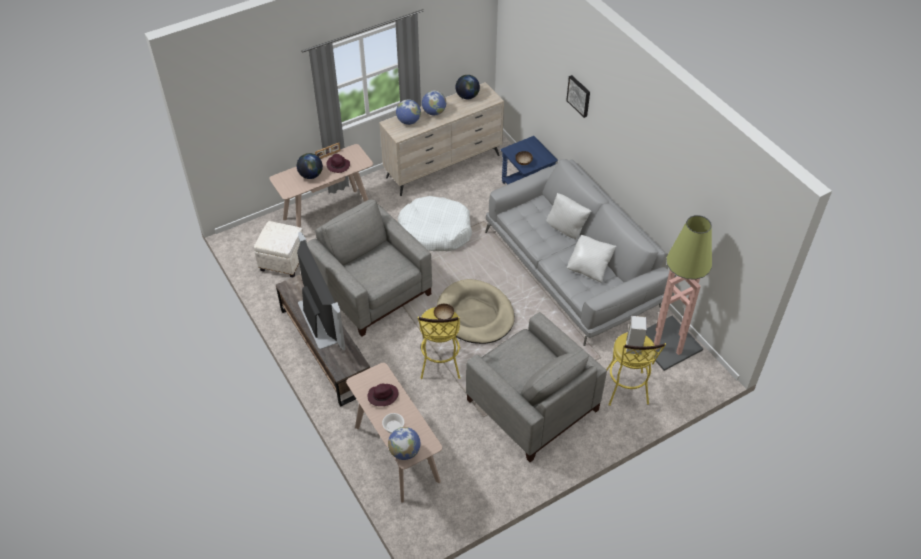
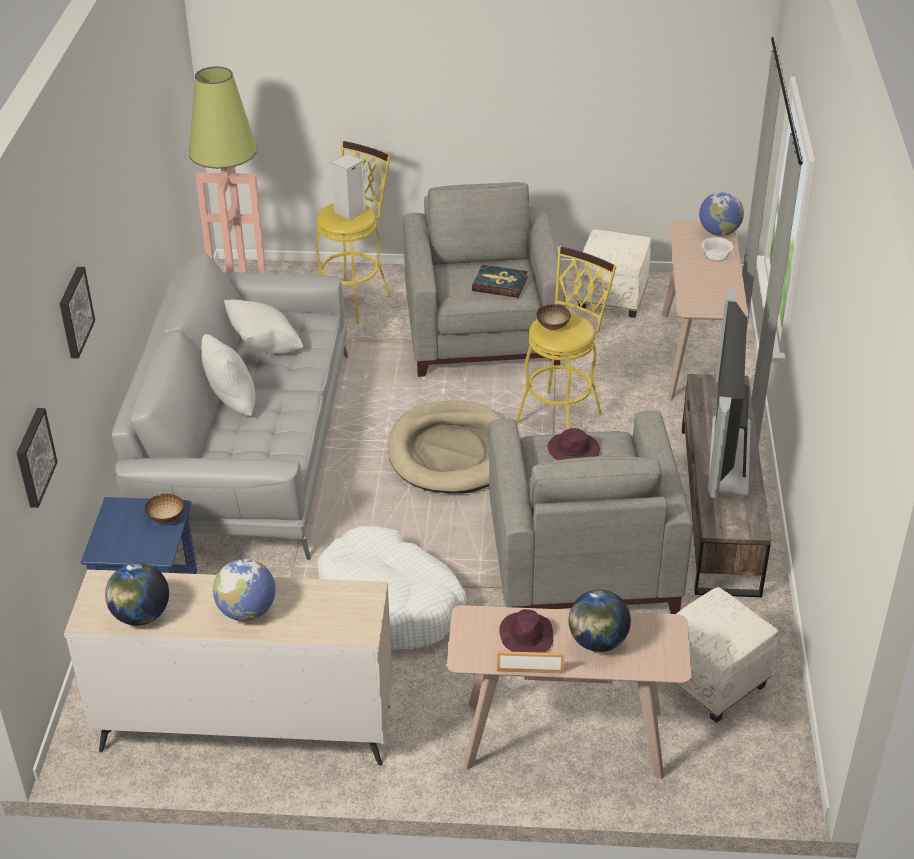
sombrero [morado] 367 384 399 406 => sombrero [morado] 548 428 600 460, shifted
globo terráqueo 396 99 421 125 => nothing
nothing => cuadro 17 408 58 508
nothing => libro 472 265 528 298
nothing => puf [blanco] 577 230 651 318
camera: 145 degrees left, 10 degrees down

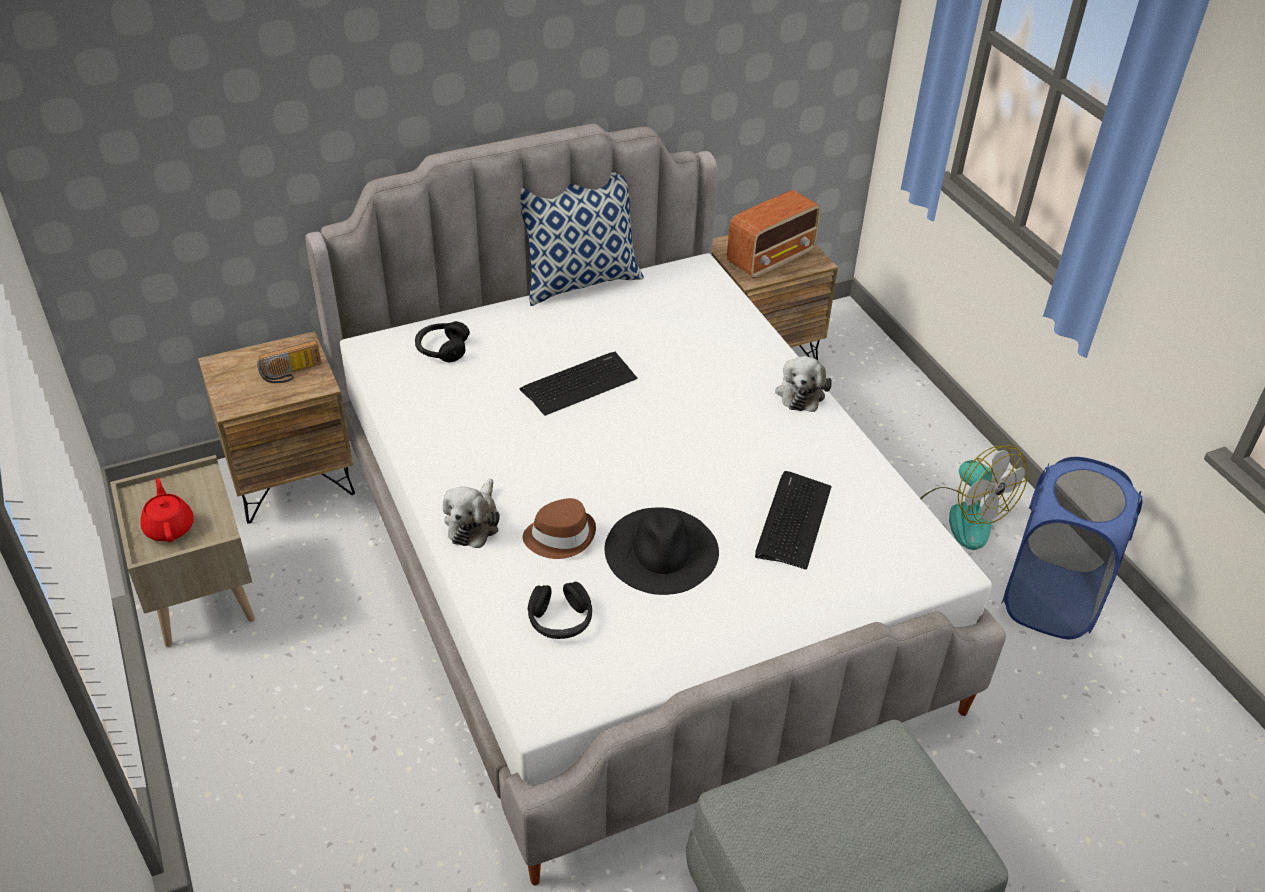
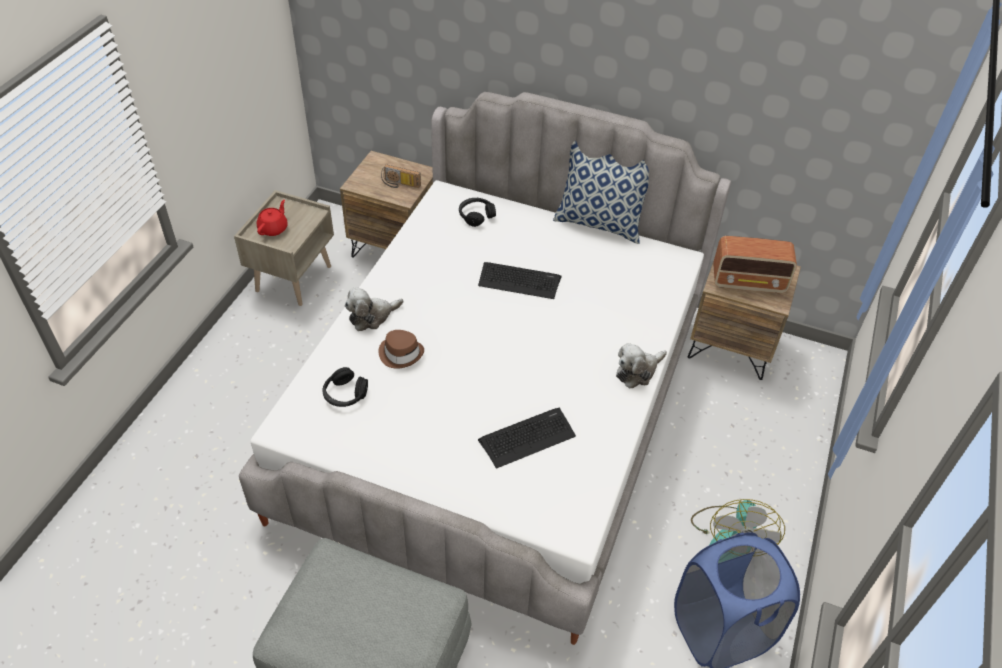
sombrero [negro] 605 507 719 595 => nothing
camera: 45 degrees right, 5 degrees up

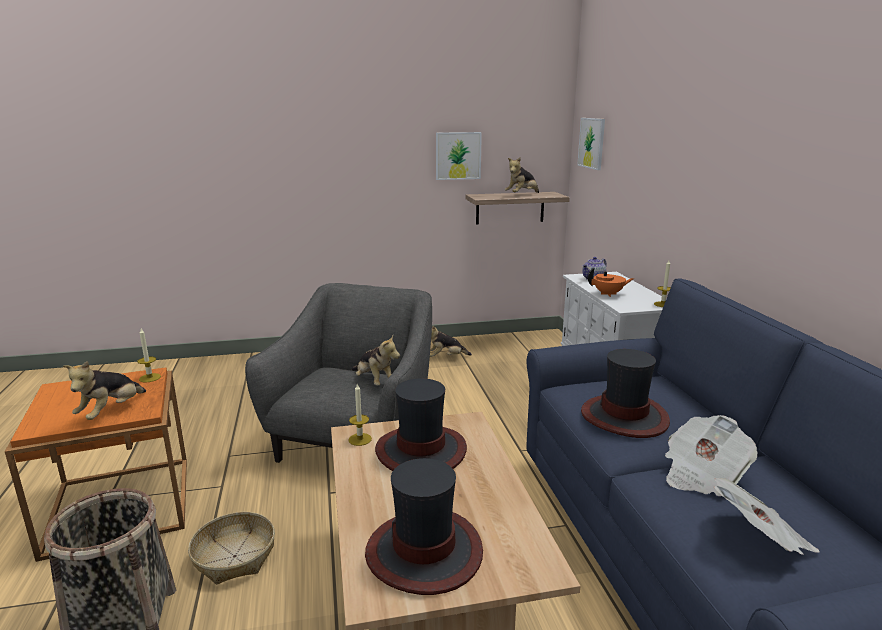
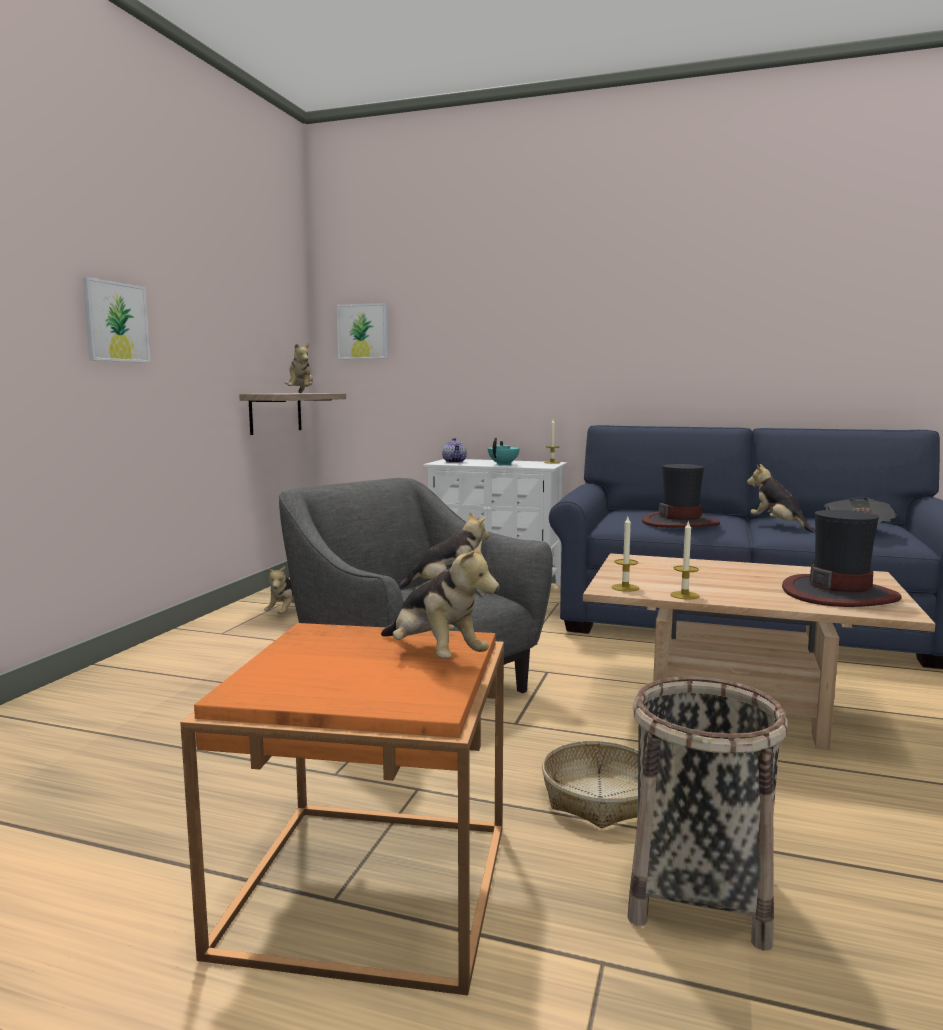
vela 137 328 161 382 => vela 670 520 700 600, shifted
sombrero 375 378 467 471 => nothing
cuadro 436 132 482 180 => cuadro 83 277 151 363, shifted
tetera [naranja] 588 268 634 297 => tetera [turquesa] 488 438 520 466
periódico 665 415 758 496 => peluche 747 464 815 533
camera: 60 degrees left, 10 degrees down

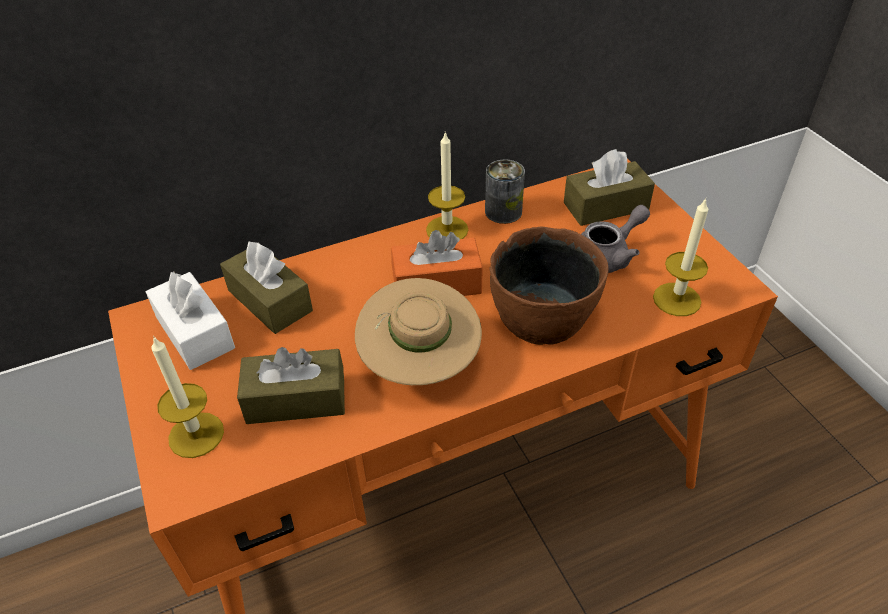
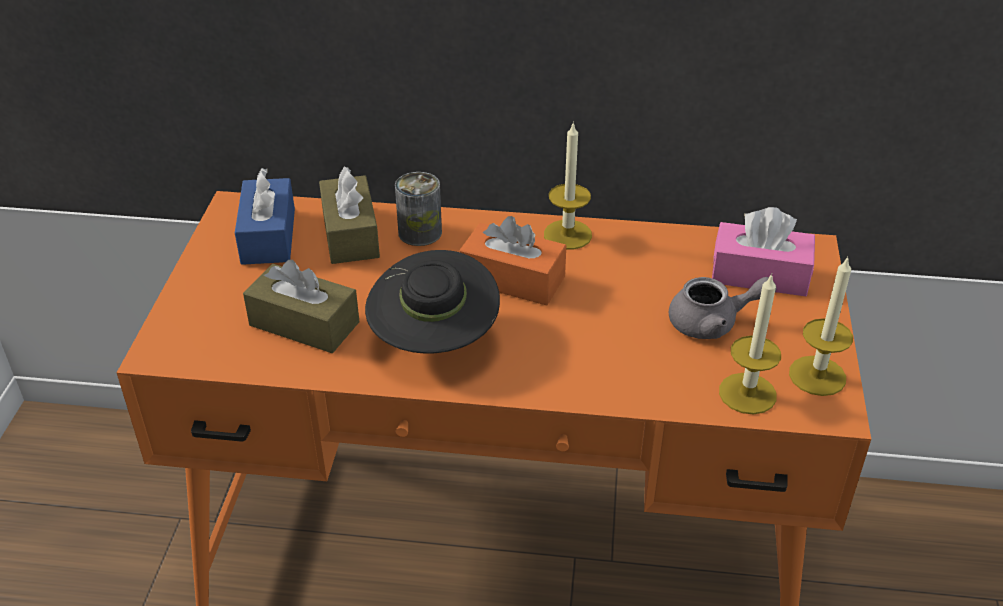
caja de pañuelos [blanco] 146 272 235 370 => caja de pañuelos [azul] 235 168 295 265
vela 151 336 224 458 => vela 789 256 853 396, shifted
sombrero [beis] 355 278 482 385 => sombrero [negro] 365 250 500 354
lata 485 159 525 224 => lata 395 172 442 246, shifted
cuenco [marrón] 489 226 609 345 => nothing
caja de pañuelos [marrón] 564 149 655 226 => caja de pañuelos [rosa] 712 207 815 296
camera: 30 degrees right, 5 degrees down

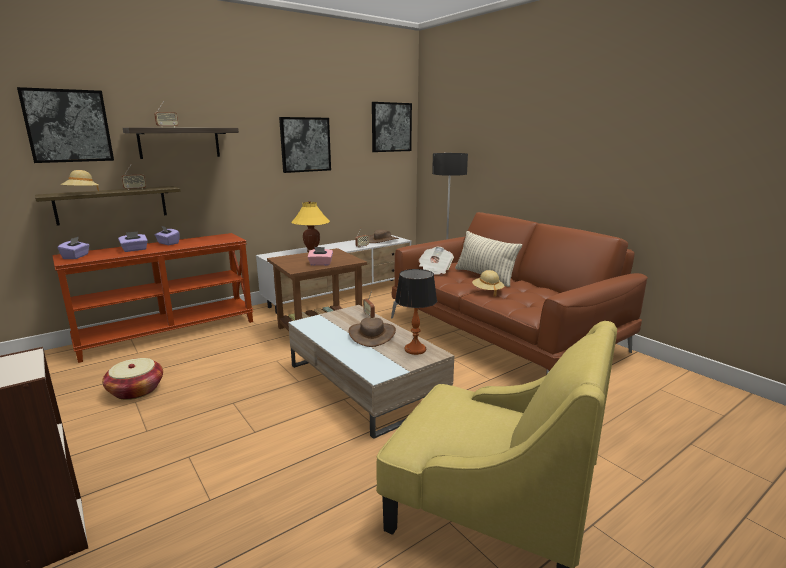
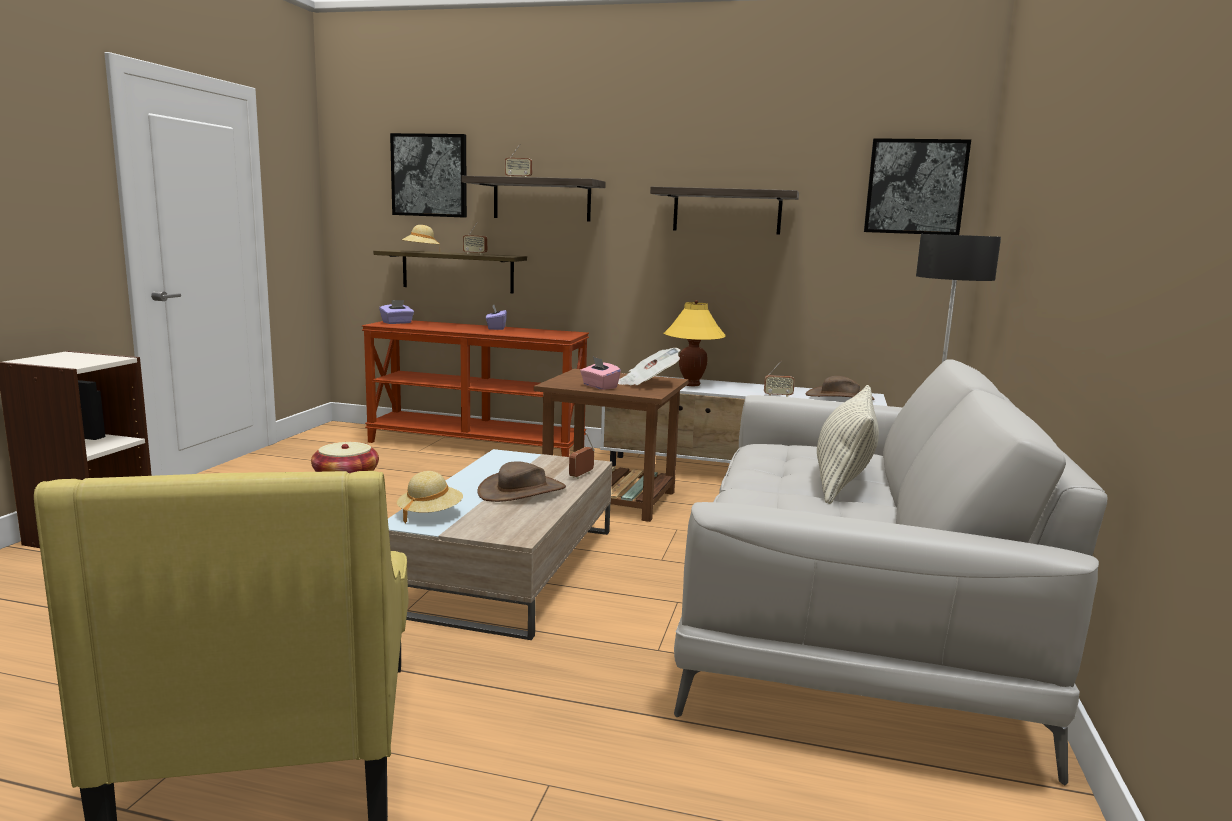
caja de pañuelos [morado] 118 231 148 252 => nothing
cuadro 279 117 331 173 => estante 650 187 799 235
sofá [marrón] 391 212 648 375 => sofá [gris] 674 360 1107 785
lámpara de mesa 395 269 437 355 => nothing
periódico 419 247 454 275 => periódico 618 348 681 385, shifted
sombrero [beis] 472 270 504 297 => sombrero [beis] 396 471 463 524, shifted
camera: 50 degrees right, 5 degrees down

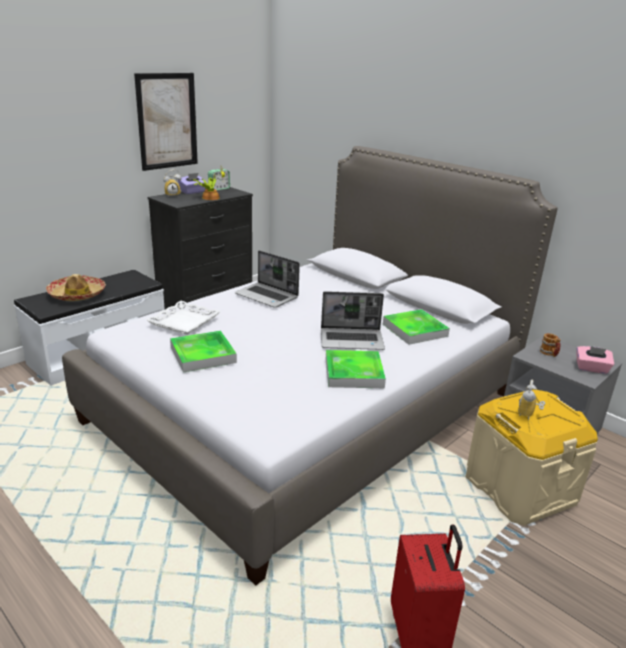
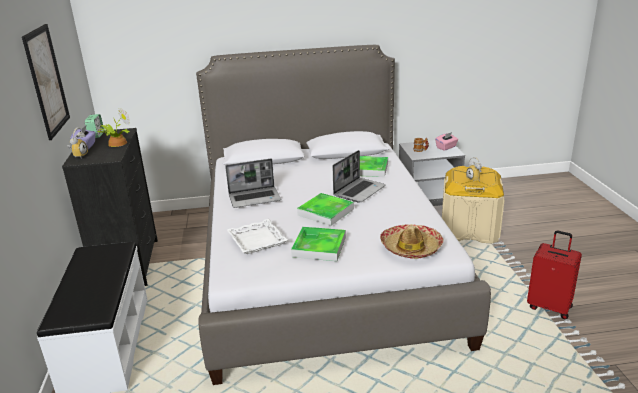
sombrero 46 274 106 301 => sombrero 380 224 444 259, shifted
bandeja 326 350 386 388 => bandeja 297 193 354 226, shifted
camera: 50 degrees left, 0 degrees up

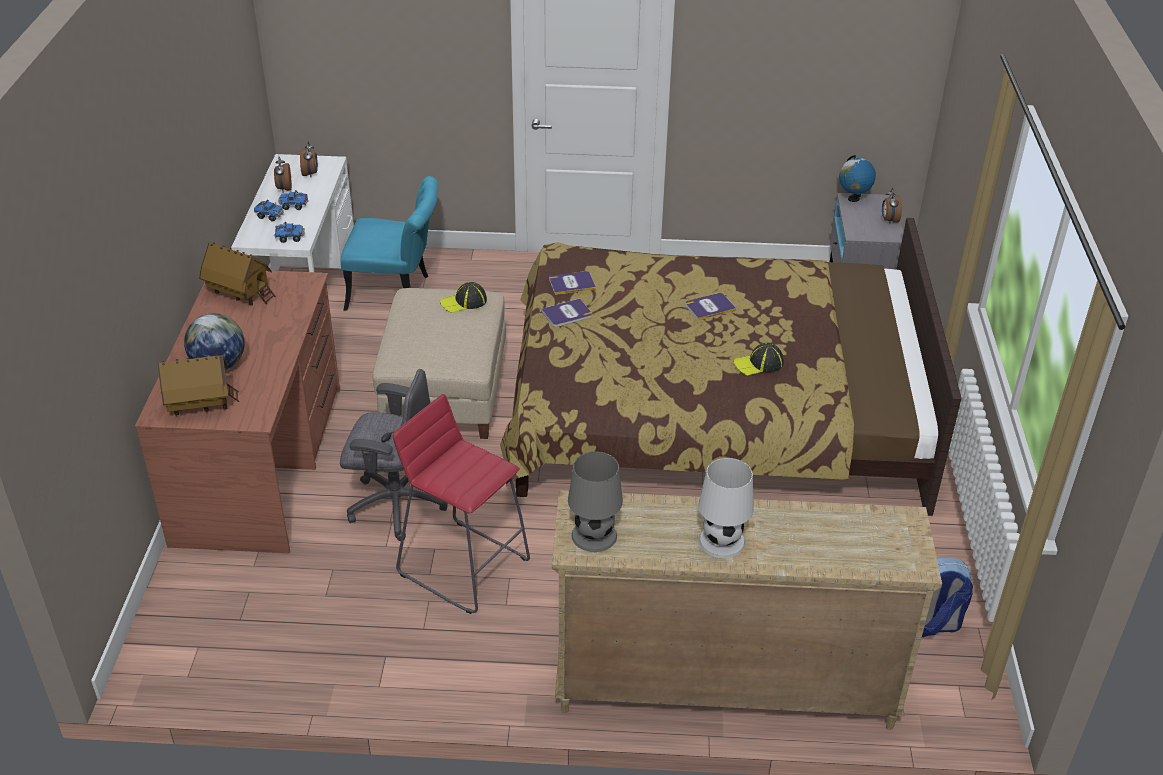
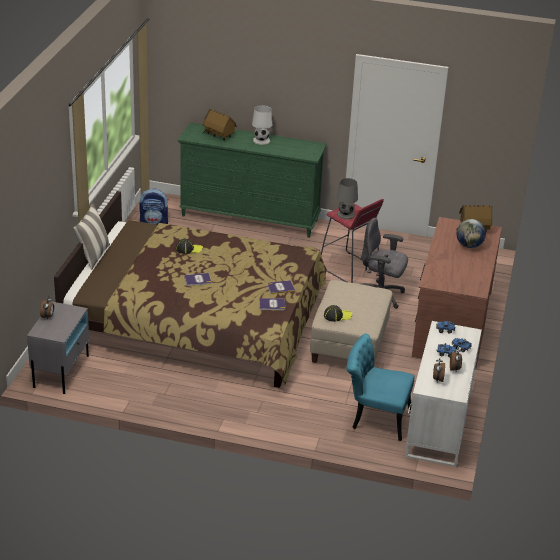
casita 199 242 276 305 => casita 202 109 237 141, shifted
cómoda [beis] 552 490 942 730 => cómoda [verde] 178 122 327 238
lámpara de mesa [gris] 568 452 623 552 => lámpara de mesa [gris] 337 178 358 219, shifted
globo terráqueo 839 155 876 202 => nothing
nothing => cojín 74 203 110 270
camera: 170 degrees left, 5 degrees down

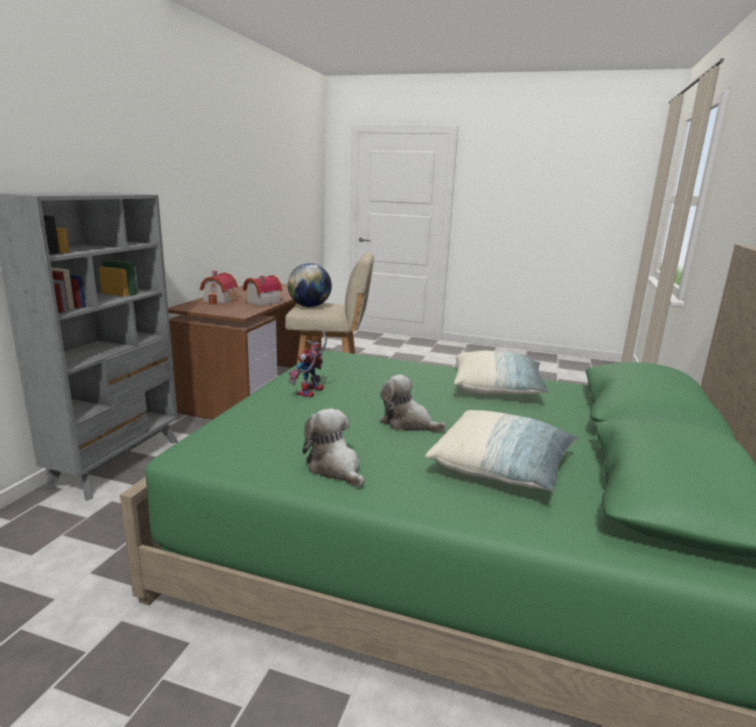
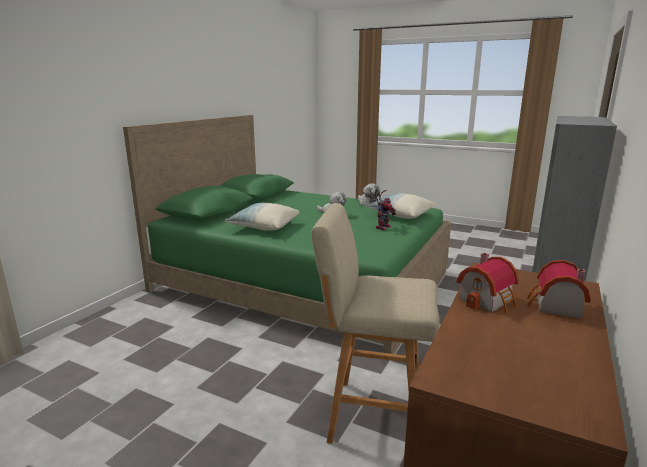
globo terráqueo 288 263 332 307 => nothing
cojín 425 410 578 491 => cojín 366 193 436 219, shifted
camera: 170 degrees left, 0 degrees up

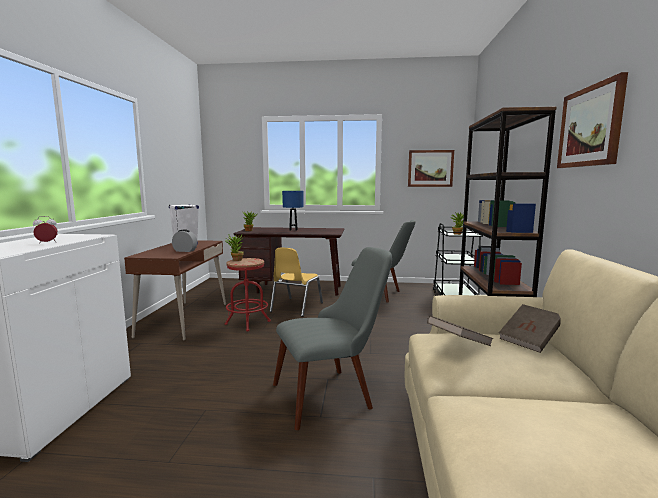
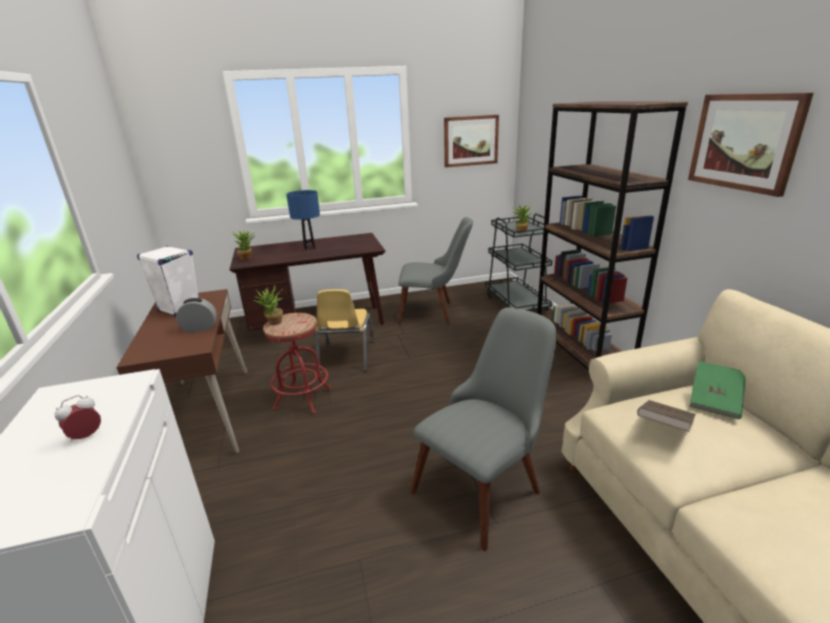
libro [marrón] 499 304 561 353 => libro [verde] 690 361 745 419
camera: 20 degrees left, 15 degrees up

